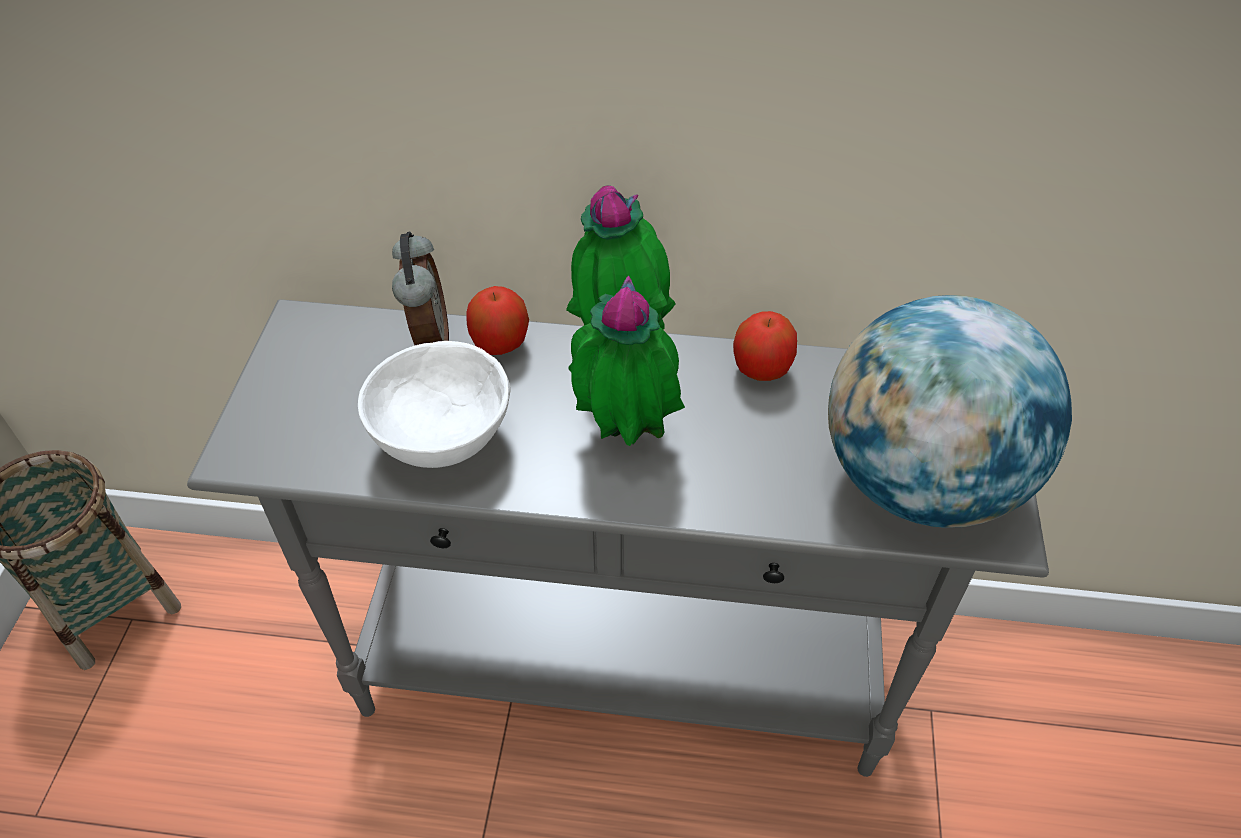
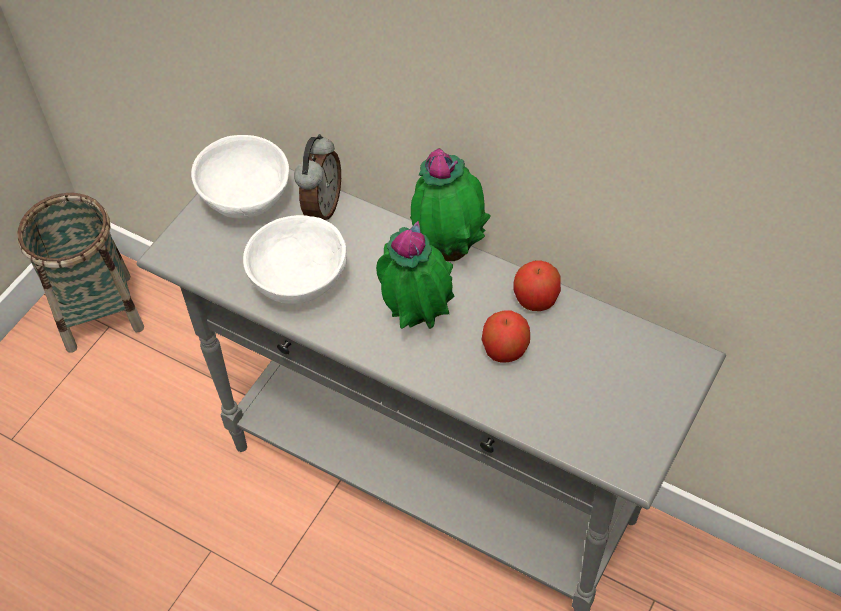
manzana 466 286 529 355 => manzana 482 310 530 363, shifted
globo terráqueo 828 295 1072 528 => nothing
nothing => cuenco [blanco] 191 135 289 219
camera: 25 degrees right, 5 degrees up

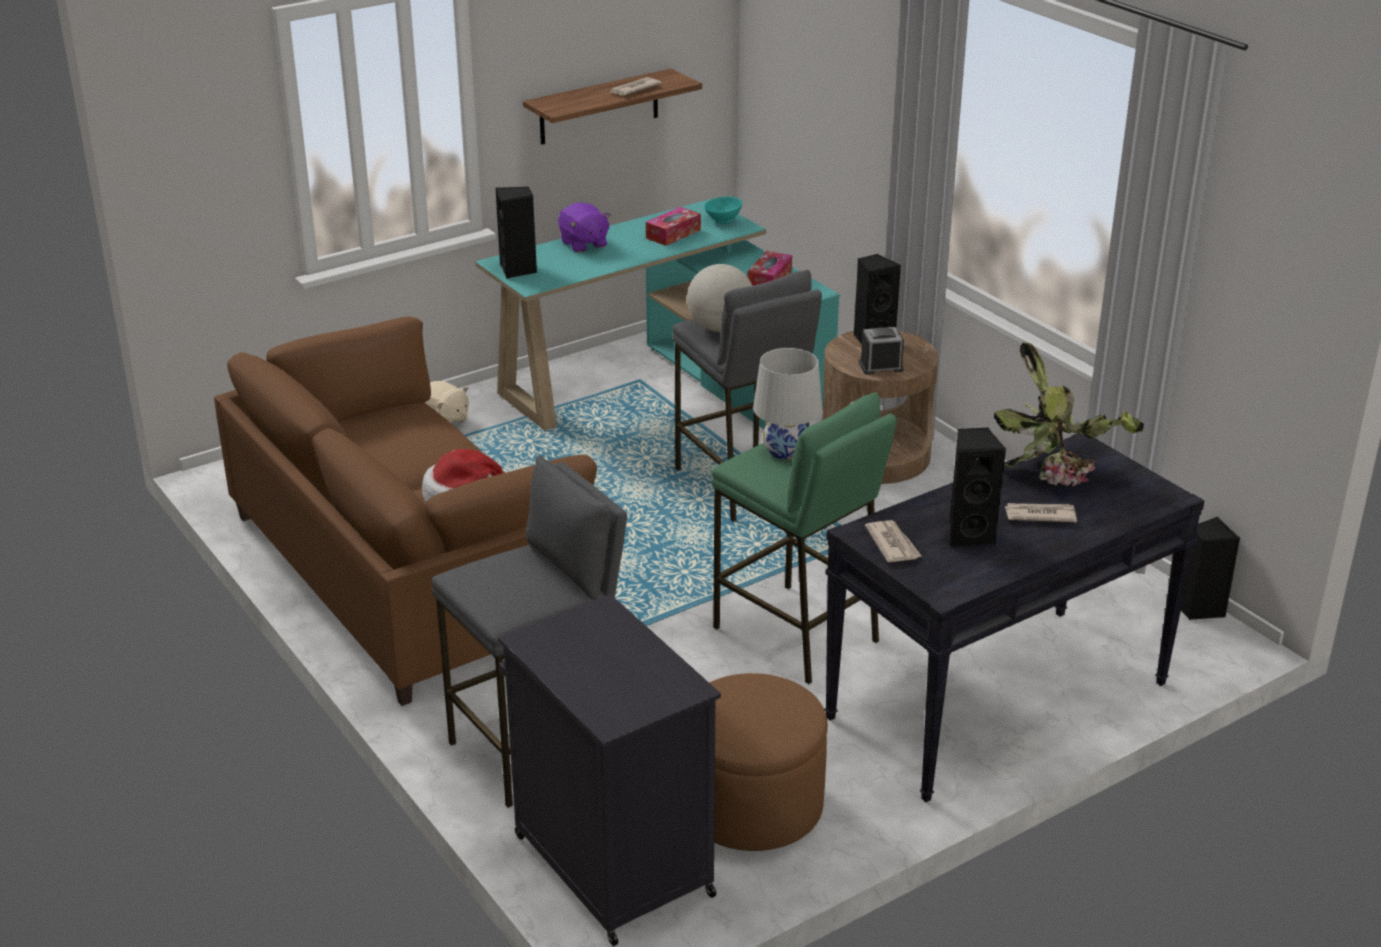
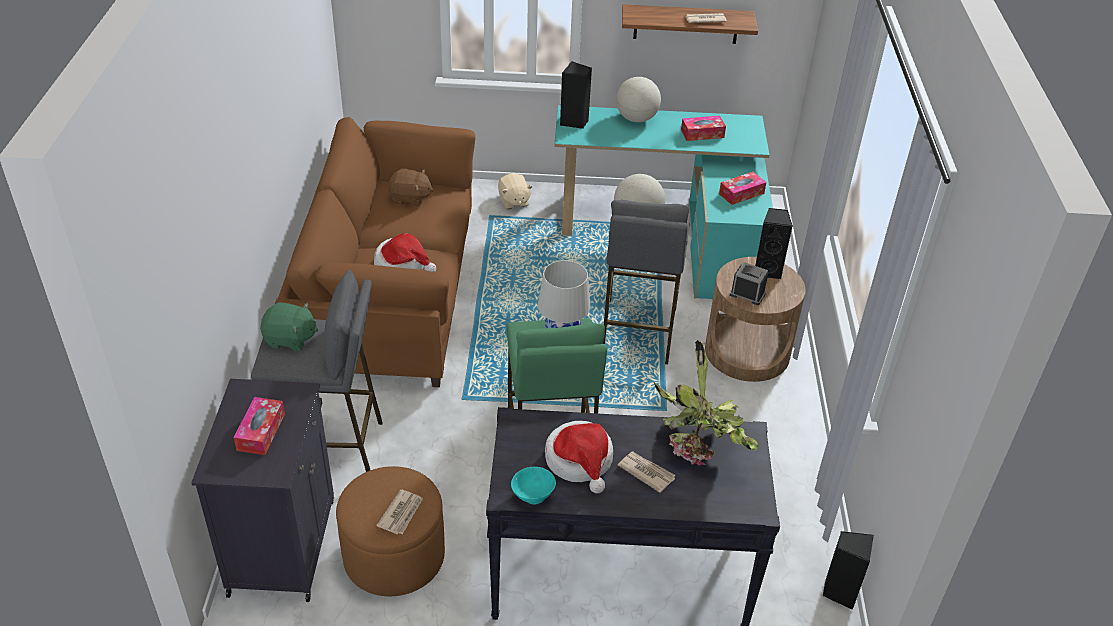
peluche [morado] 558 203 611 253 => globo terráqueo 616 77 661 122
cuenco [turquesa] 704 196 743 224 => cuenco [turquesa] 511 467 556 504, shifted
periódico 865 520 921 562 => periódico 376 489 423 534, shifted
altavoz [negro] 949 428 1007 547 => sombrero 545 421 613 494
nothing => caja de pañuelos 233 397 285 455
nothing => peluche [verde] 260 303 318 351
nothing => peluche [marrón] 388 169 434 207
camera: 35 degrees right, 10 degrees up

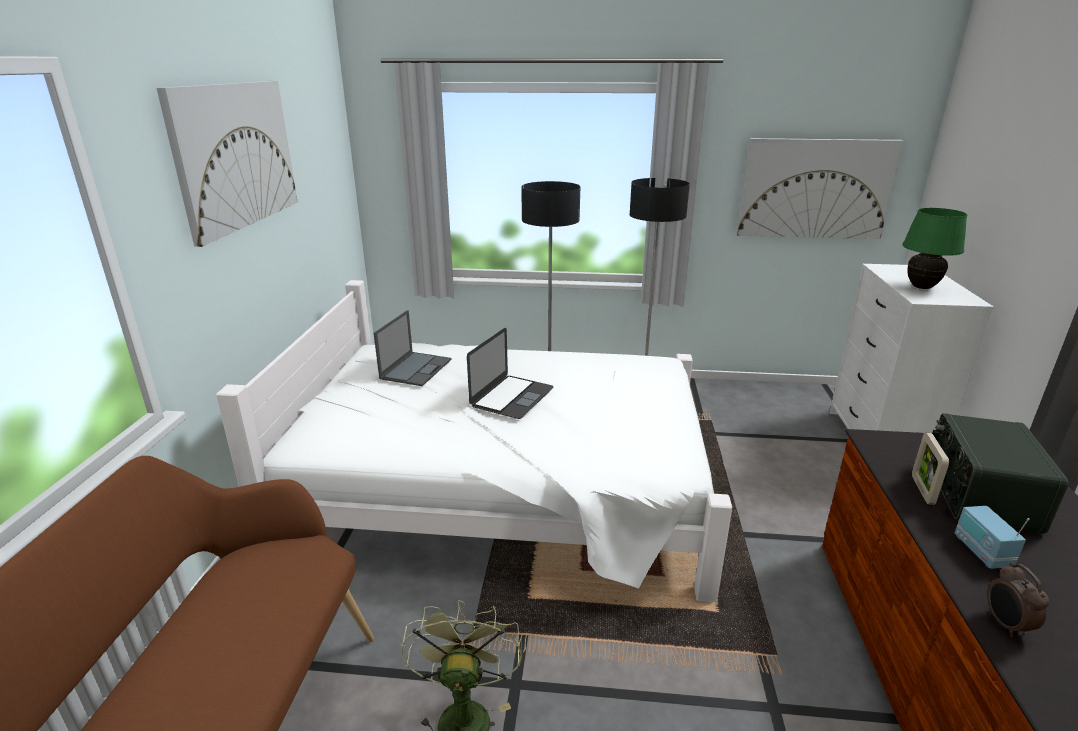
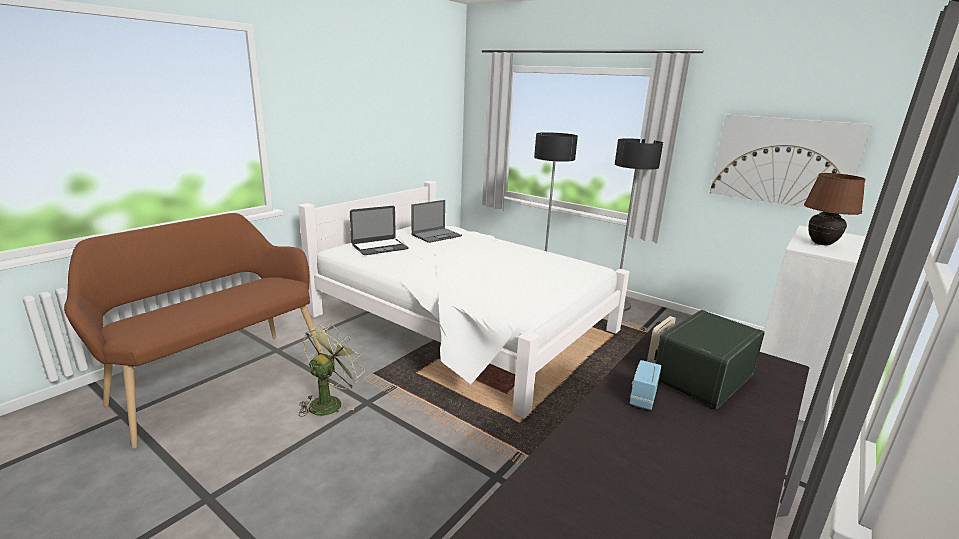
cuadro 156 81 298 247 => nothing
portátil 467 328 554 419 => portátil 350 206 409 255, shifted
lámpara de mesa [verde] 902 208 967 289 => lámpara de mesa [marrón] 804 173 866 245
despertador 987 562 1049 638 => nothing
camera: 30 degrees right, 5 degrees down

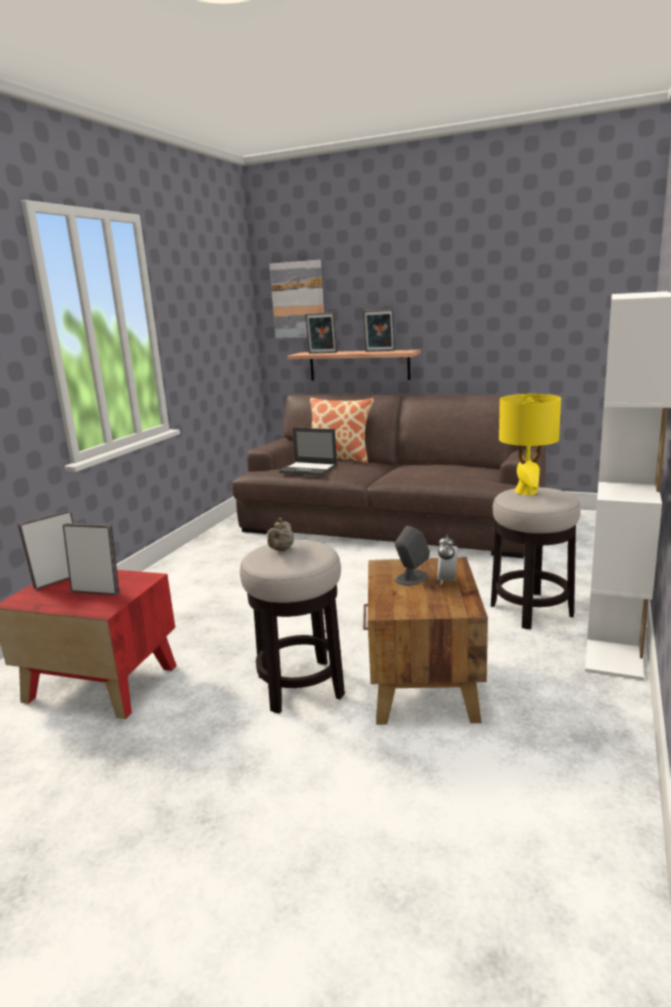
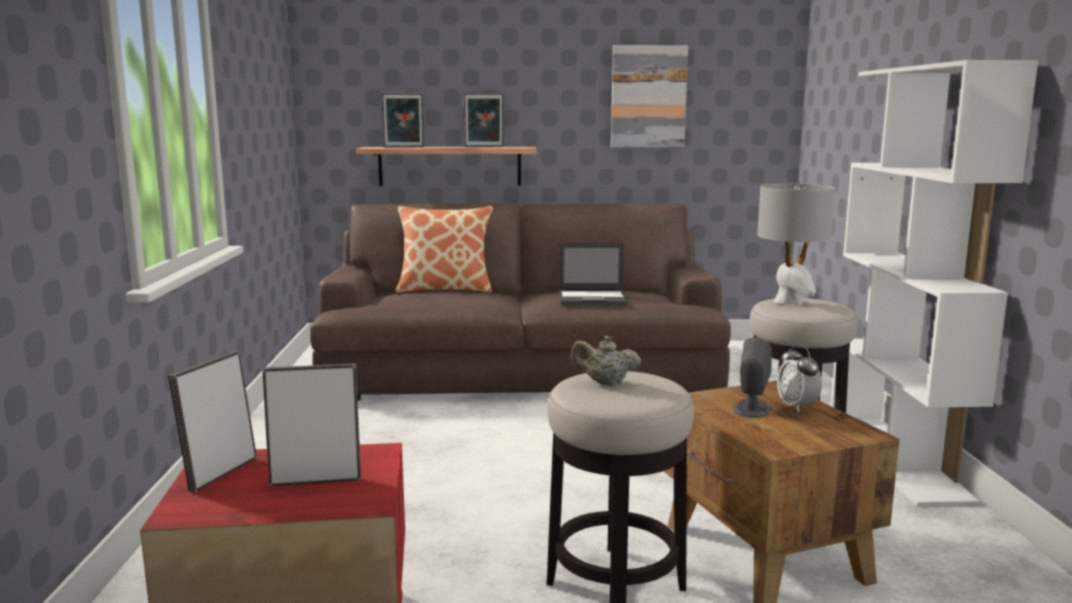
tetera [beis] 267 518 294 551 => tetera [beis] 570 336 641 386, 105 degrees clockwise
cuadro 269 260 324 339 => cuadro 611 45 688 147, shifted
portátil 279 428 337 476 => portátil 559 243 628 305, shifted
lámpara de mesa [amarillo] 499 394 561 496 => lámpara de mesa [gris] 758 184 835 305
camera: 25 degrees left, 5 degrees down

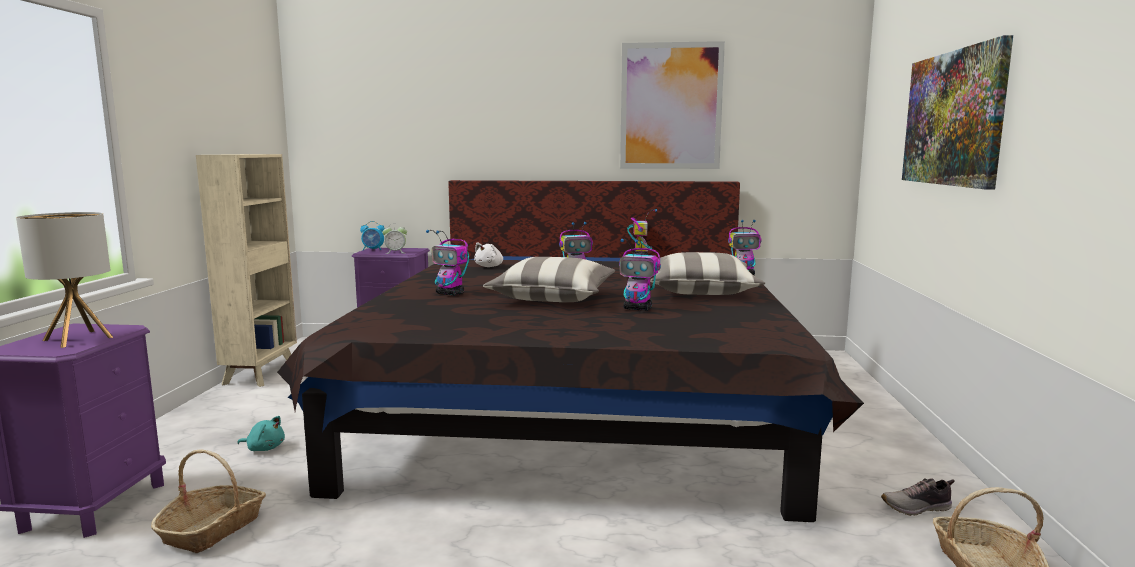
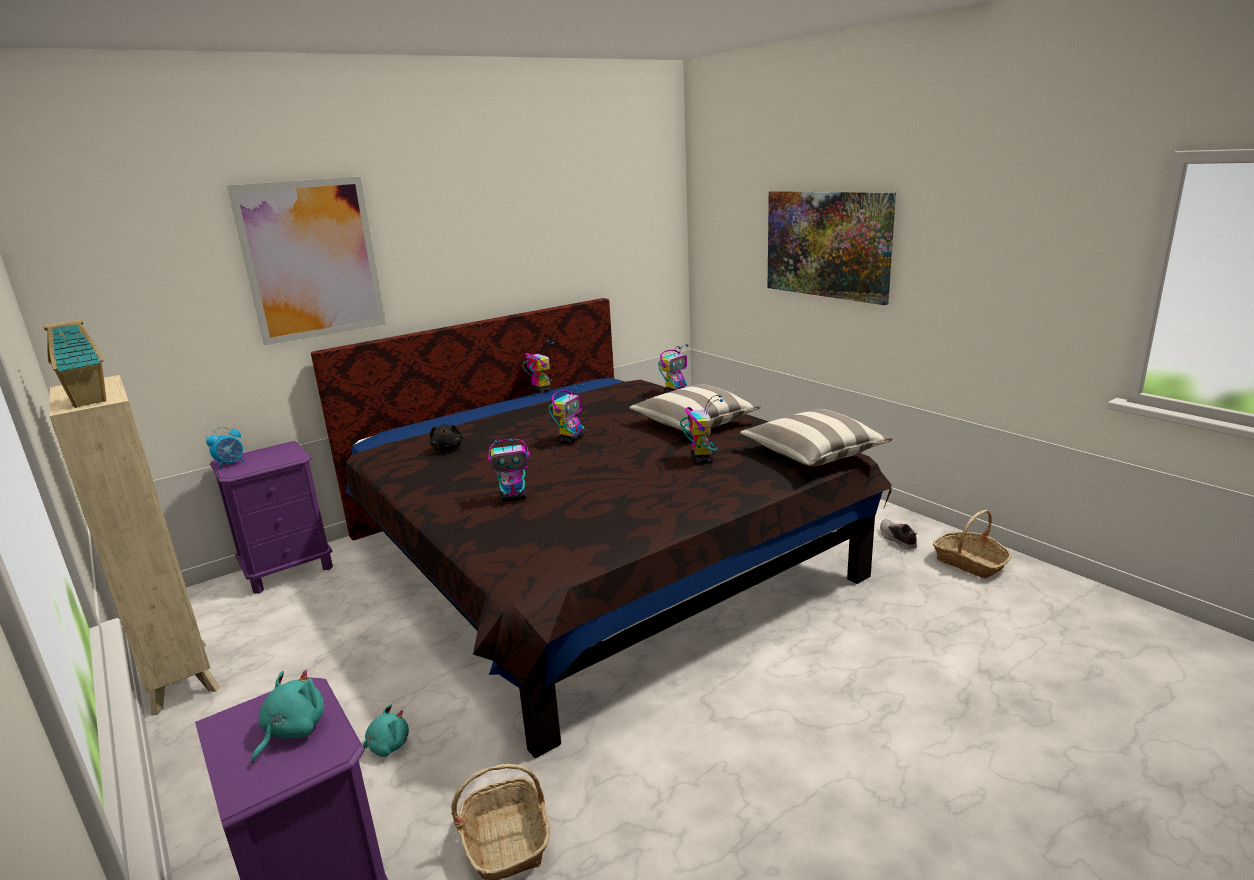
lámpara de mesa 16 212 113 348 => peluche [turquesa] 251 670 324 763
despertador 383 223 407 254 => nothing
peluche [blanco] 474 242 503 267 => peluche [negro] 430 424 463 451
cojín 483 257 615 302 => cojín 740 409 893 466, shifted
robot de juguete 619 239 661 311 => robot de juguete 680 395 723 464, 75 degrees counterclockwise
cuadro 620 41 725 169 => cuadro 227 177 386 345, shifted
zapato 881 478 955 516 => zapato 880 519 917 549, 120 degrees clockwise
nothing => casita 43 320 106 408
camera: 40 degrees left, 10 degrees up

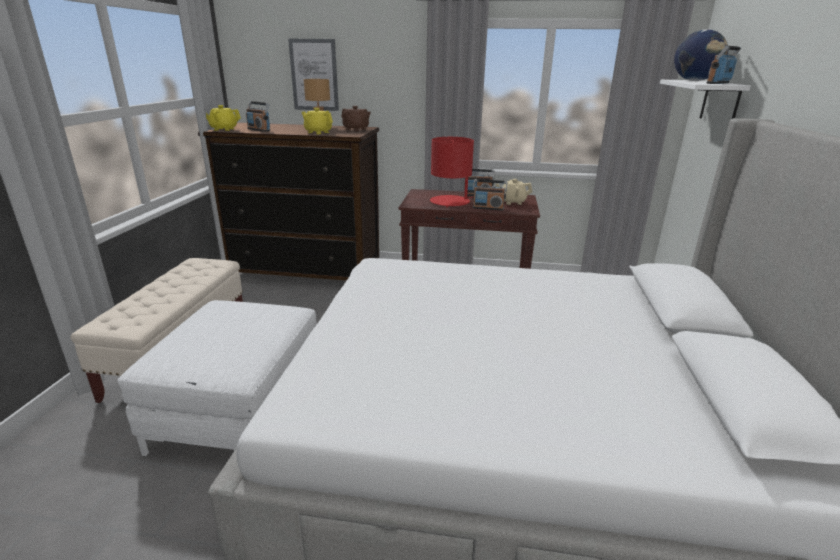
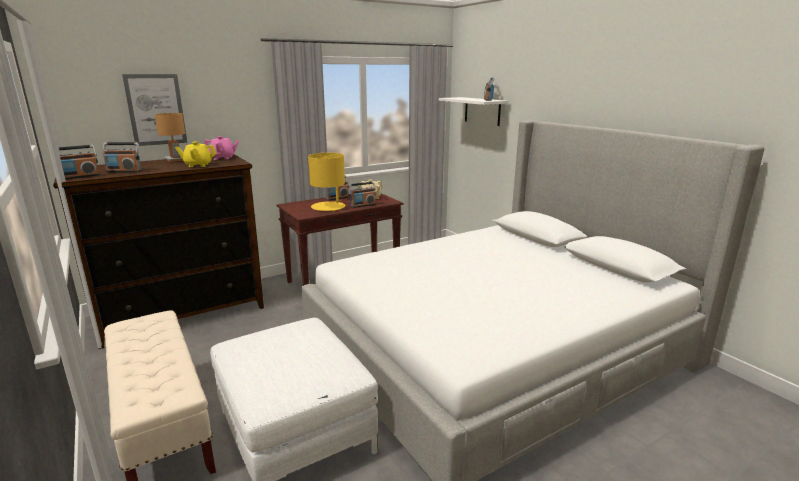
tetera [amarillo] 206 105 241 131 => radio 59 145 100 179
tetera [marrón] 341 106 371 131 => tetera [rosa] 204 136 239 160
lámpara de mesa [rojo] 430 137 474 207 => lámpara de mesa [amarillo] 308 153 346 212
globo terráqueo 674 29 728 81 => nothing
camera: 40 degrees left, 5 degrees down

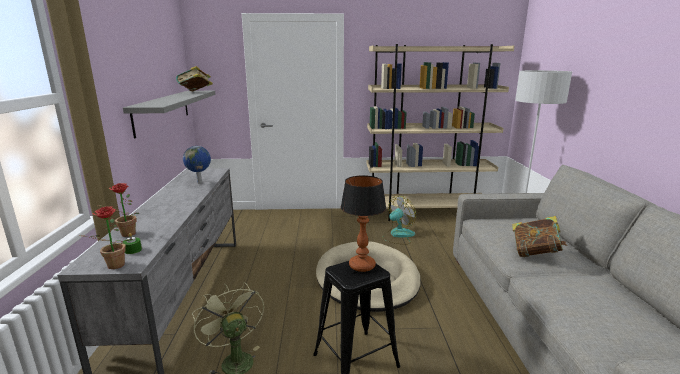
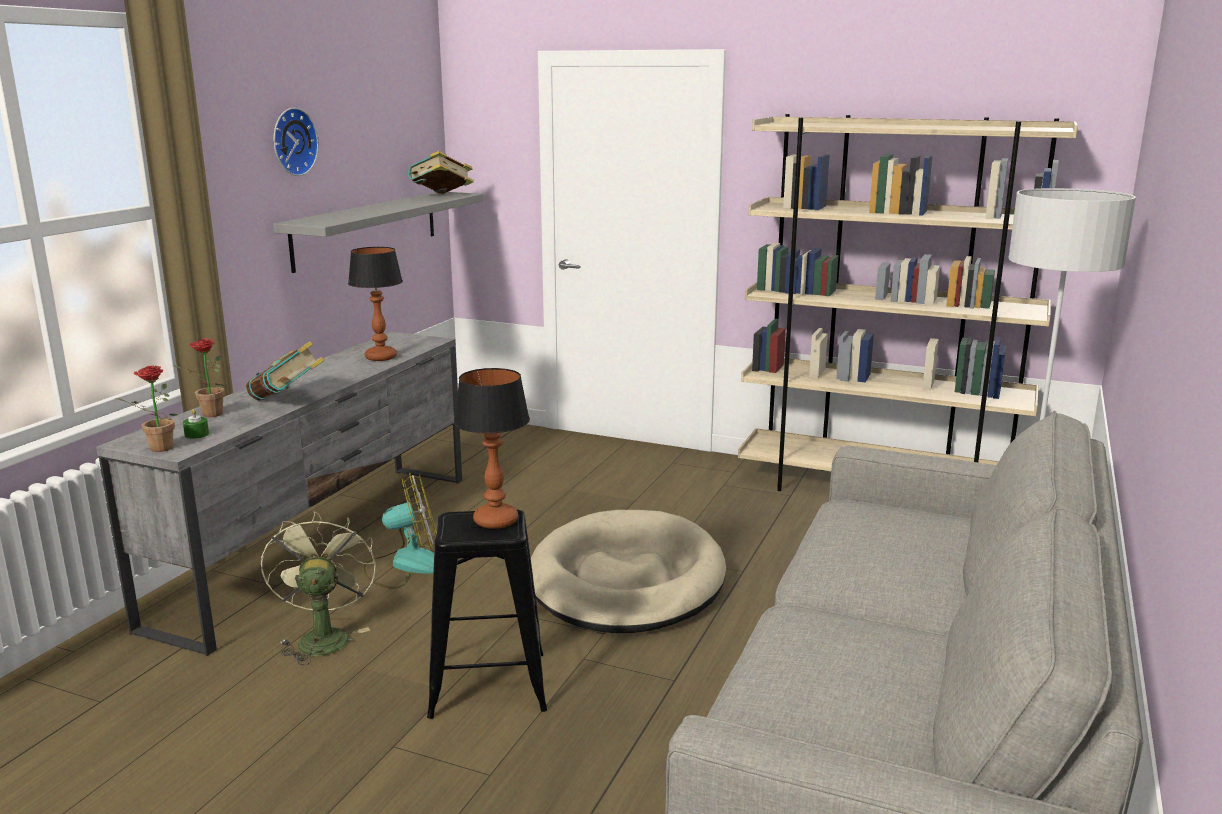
globo terráqueo 183 146 211 184 => lámpara de mesa 348 247 403 361
ventilador 382 196 416 245 => ventilador 363 473 437 589, shifted
libro 512 216 568 257 => libro 246 341 325 401, shifted
nothing => reloj de pared 274 108 319 176
camera: 25 degrees right, 0 degrees up

